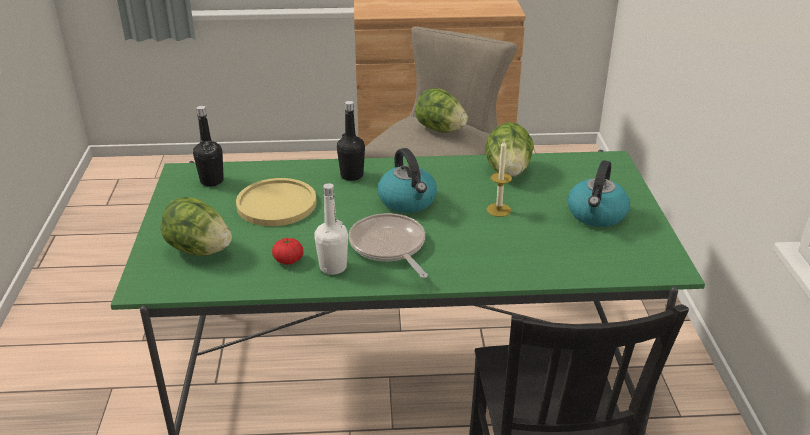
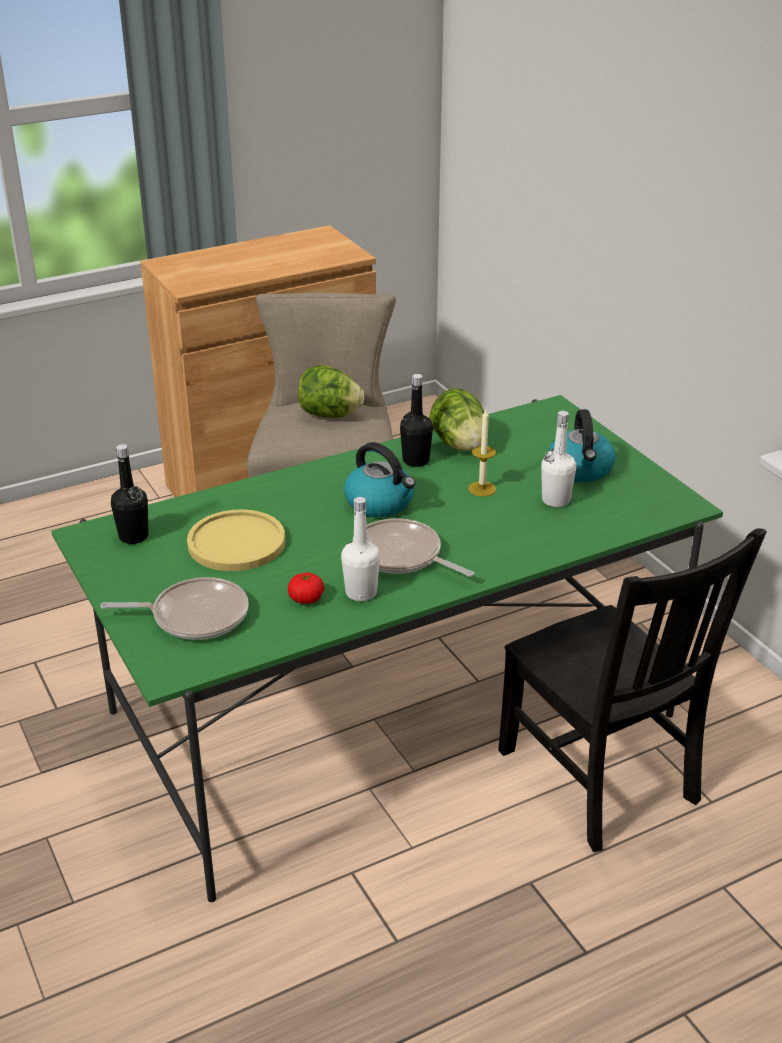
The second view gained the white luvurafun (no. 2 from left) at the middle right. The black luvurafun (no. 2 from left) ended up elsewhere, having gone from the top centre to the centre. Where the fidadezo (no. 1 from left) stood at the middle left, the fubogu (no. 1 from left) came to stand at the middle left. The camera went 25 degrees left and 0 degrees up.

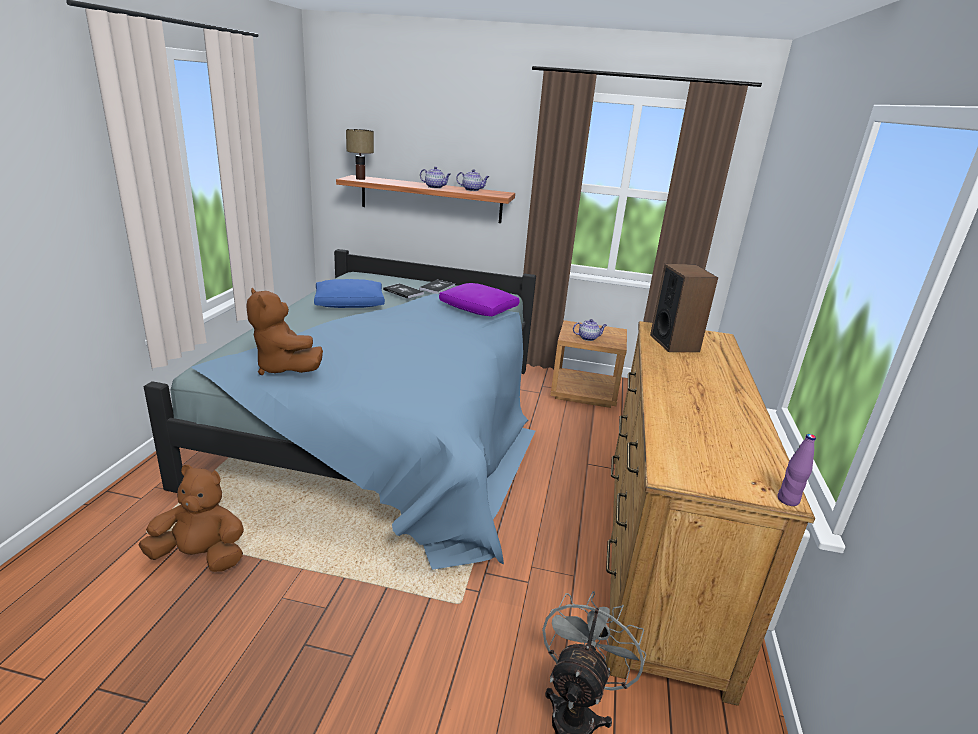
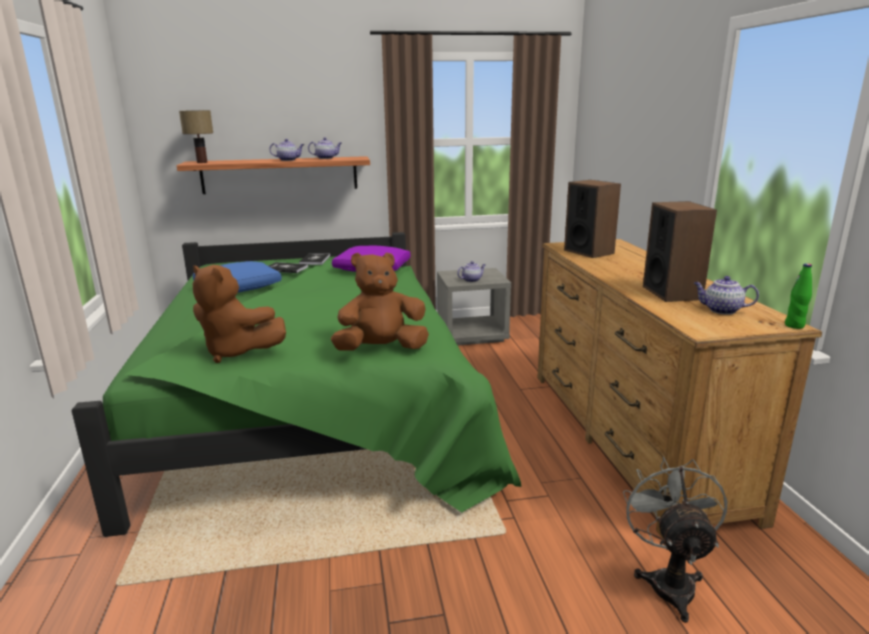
The second view gained the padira (no. 2 from left) at the middle right. The second view gained the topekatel (no. 4 from left) at the middle right. The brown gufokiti (no. 1 from left in the first image) ended up elsewhere, having gone from the bottom left to the centre. What was the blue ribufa at the centre turned into the green ribufa at the centre. What was the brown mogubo at the centre turned into the grey mogubo at the centre. What was the purple luvurafun at the middle right turned into the green luvurafun at the middle right. The camera went 20 degrees left and 5 degrees down.

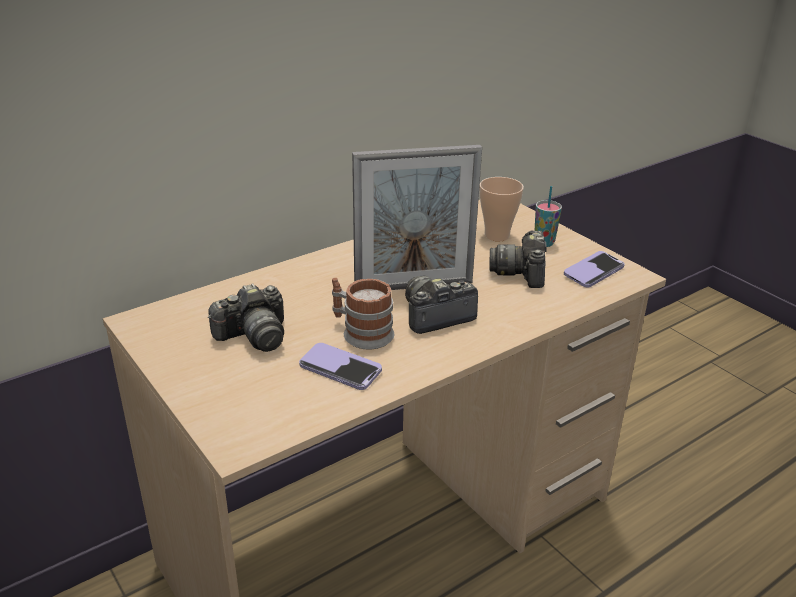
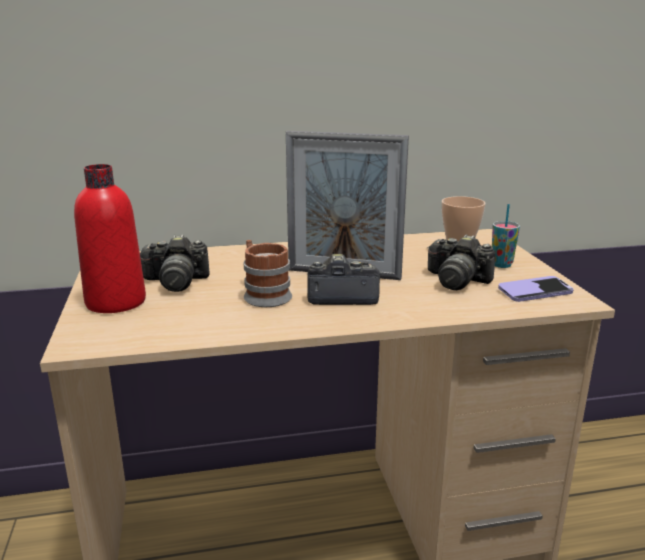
The second view lost the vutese (no. 1 from left) at the centre. The second view gained the red luvurafun at the middle left. The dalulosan (no. 3 from left) at the centre ended up facing another way, 90 degrees counterclockwise from before. The camera went 25 degrees right and 10 degrees down.

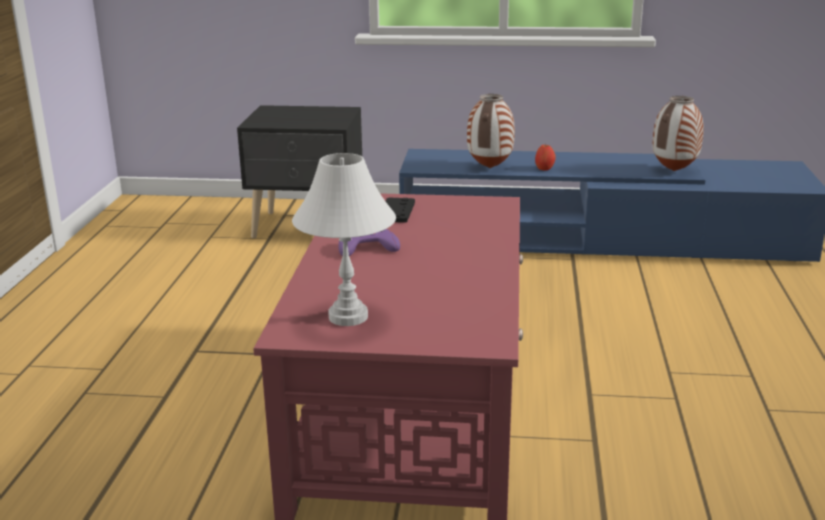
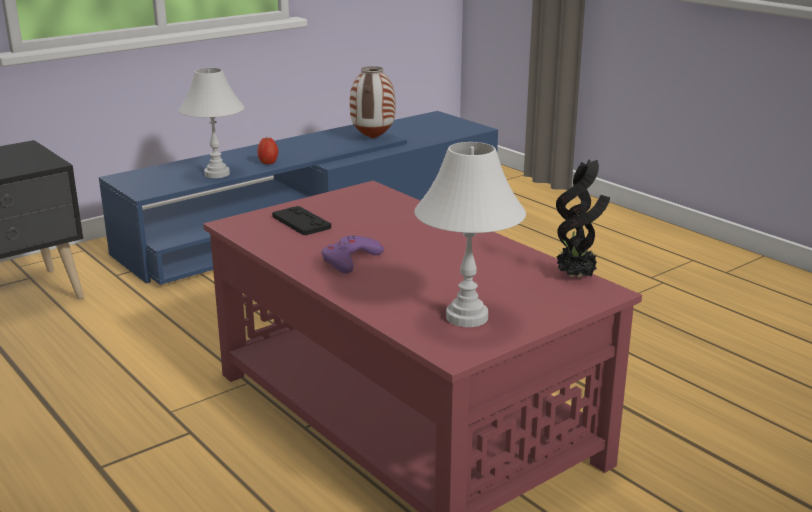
The second view gained the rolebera at the middle right. Where the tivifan (no. 1 from left) stood at the top centre, the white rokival (no. 1 from left) came to stand at the top left. The camera went 45 degrees left and 0 degrees up.

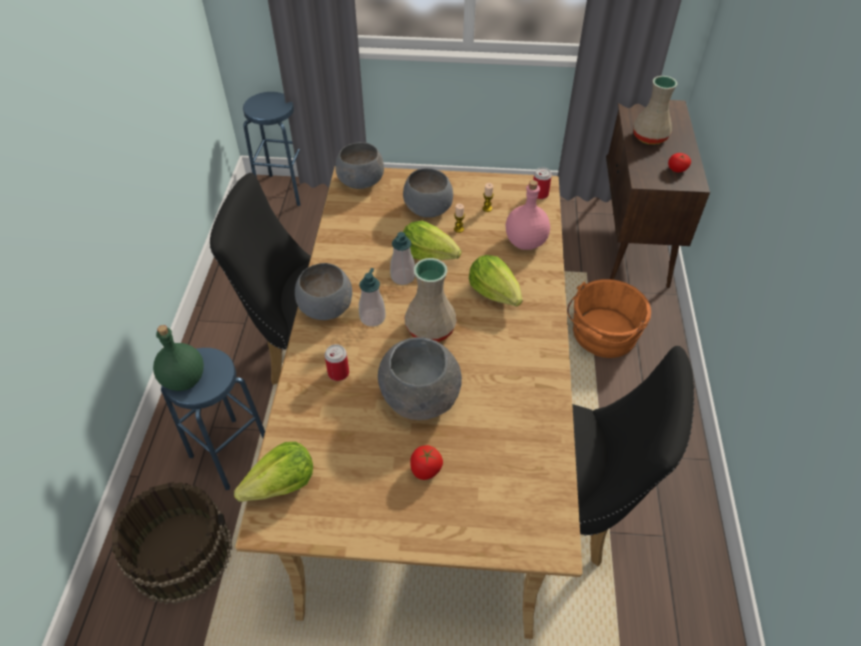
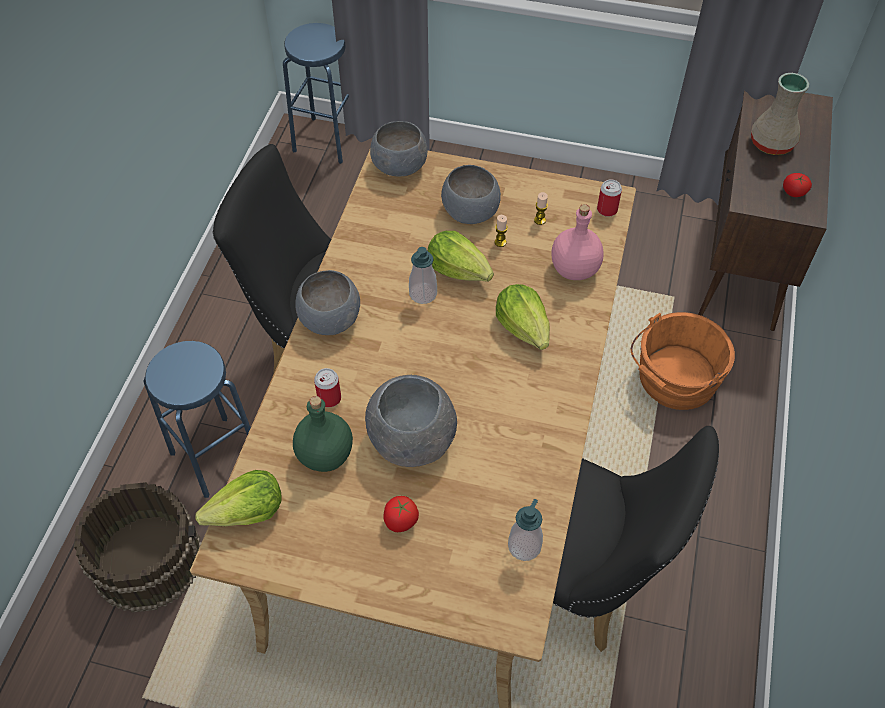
The second view lost the beige tivifan (no. 1 from left) at the centre. The green luvurafun ended up elsewhere, having gone from the middle left to the centre. The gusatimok (no. 1 from left in the first image) ended up elsewhere, having gone from the centre to the bottom centre. The camera went 10 degrees right and 5 degrees up.

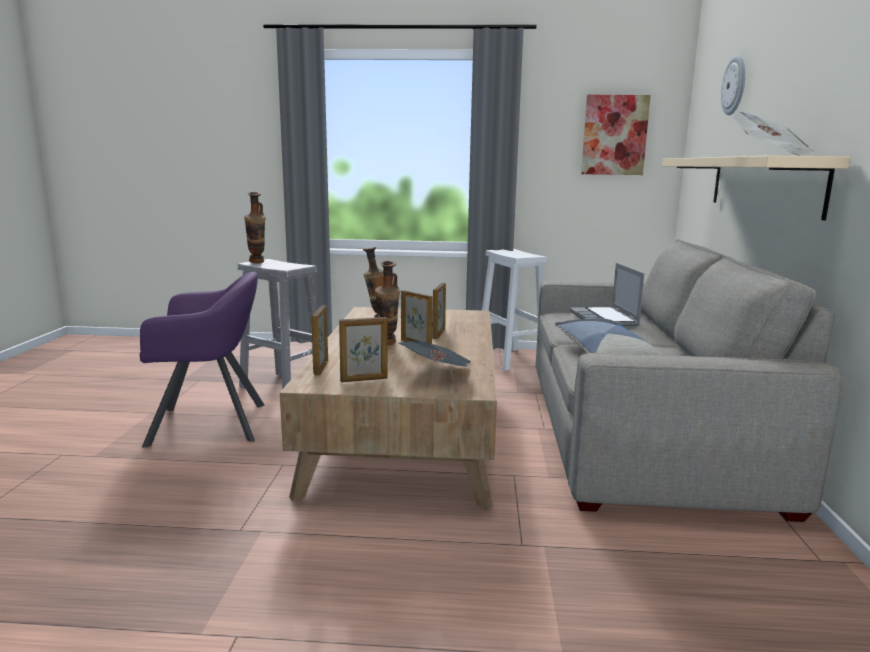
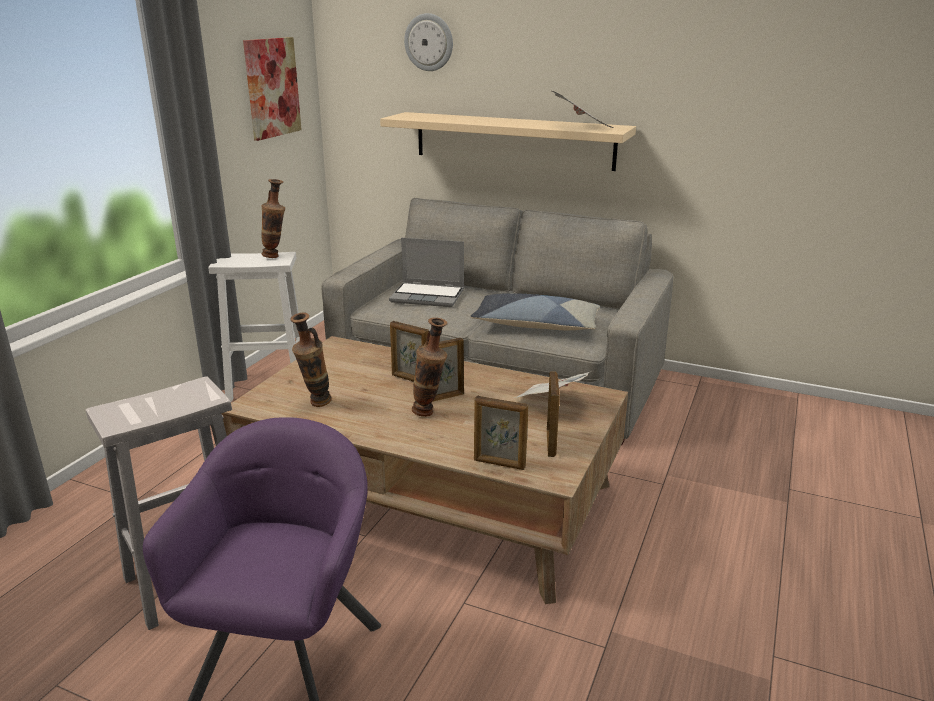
The tivifan (no. 1 from left) ended up elsewhere, having gone from the middle left to the top left. The camera went 70 degrees left and 10 degrees up.

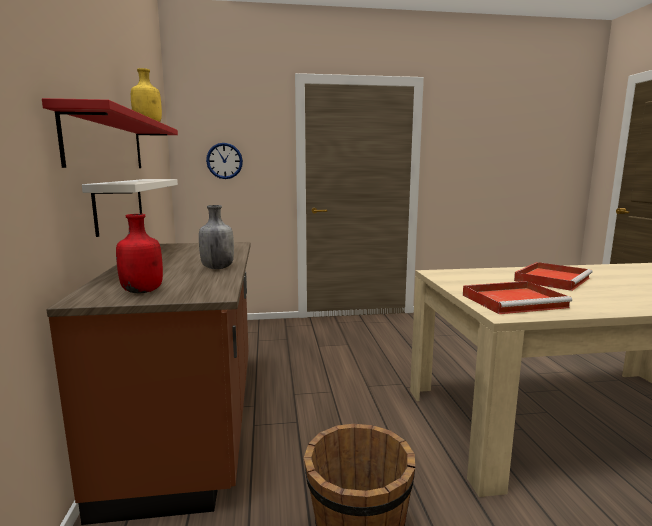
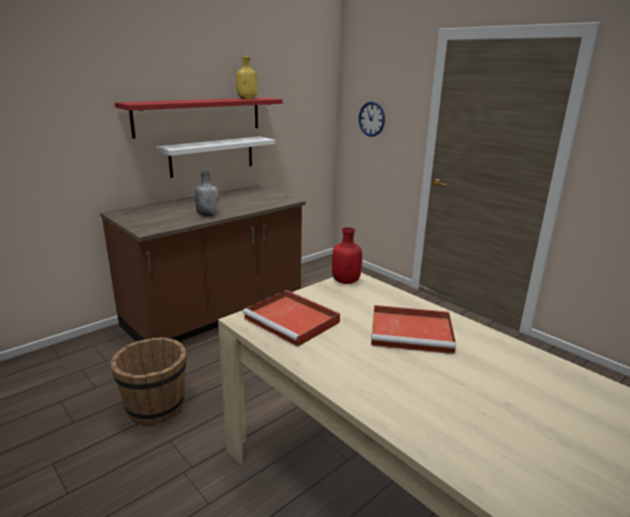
The red luvurafun ended up elsewhere, having gone from the middle left to the centre. The camera went 55 degrees right and 10 degrees up.

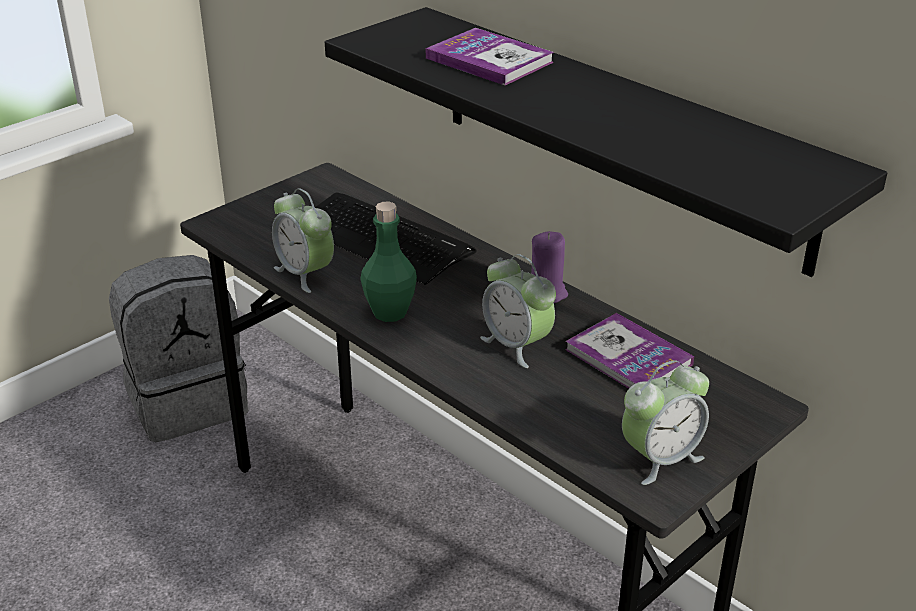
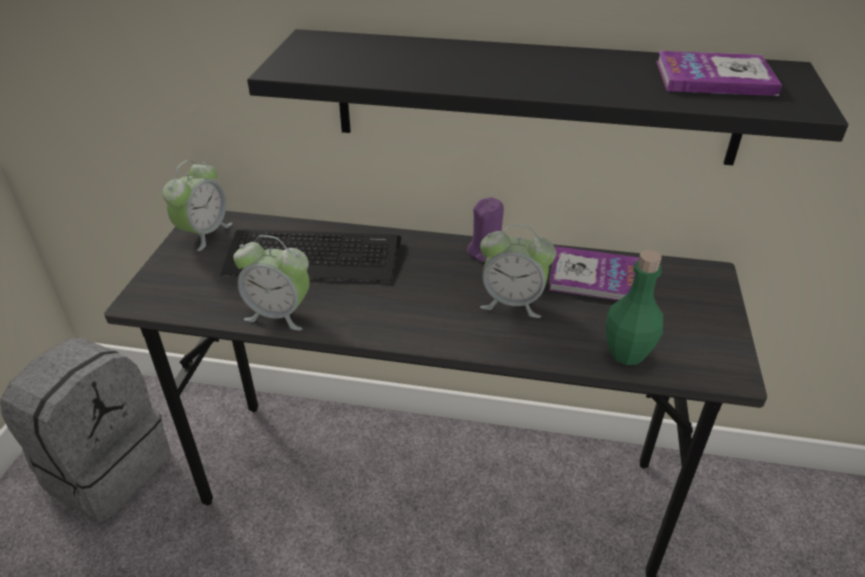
The green luvurafun ended up elsewhere, having gone from the centre to the middle right. The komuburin (no. 1 from left in the first image) ended up elsewhere, having gone from the top centre to the top right. The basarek (no. 3 from left in the first image) ended up elsewhere, having gone from the bottom right to the middle left. The camera went 35 degrees left and 5 degrees up.

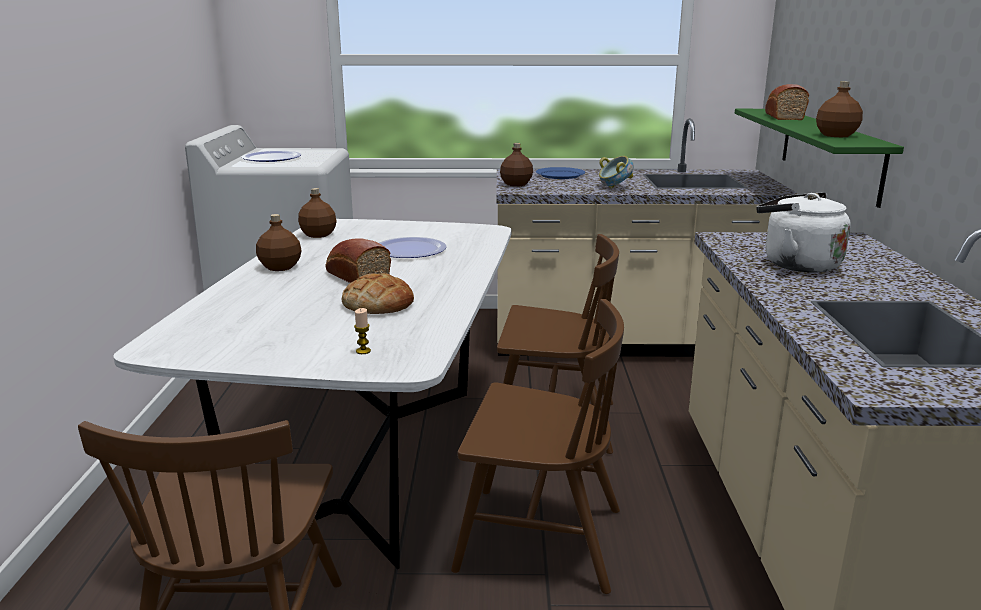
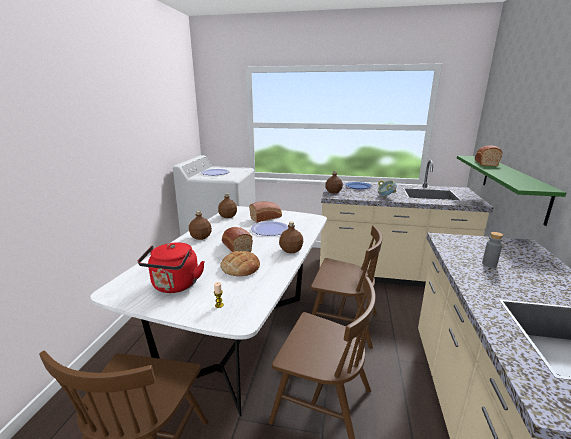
The second view gained the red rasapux at the middle left. The second view gained the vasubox (no. 3 from left) at the centre. The brown luvurafun (no. 4 from left in the first image) ended up elsewhere, having gone from the top right to the centre. Where the white rasapux stood at the middle right, the grey luvurafun came to stand at the middle right. The camera went 10 degrees right and 0 degrees up.

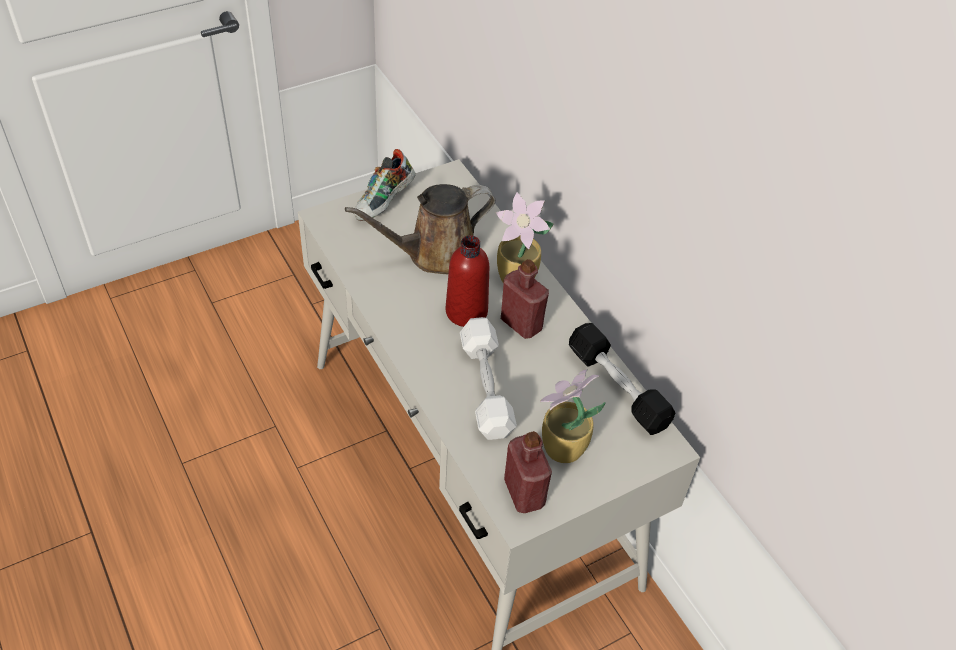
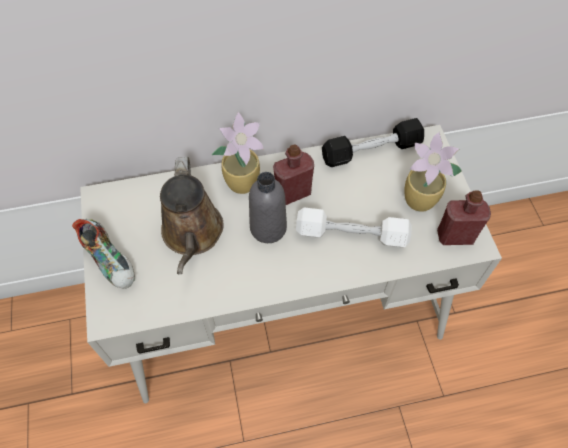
What was the red luvurafun (no. 1 from left) at the centre turned into the grey luvurafun at the centre. The camera went 70 degrees left and 10 degrees up.

